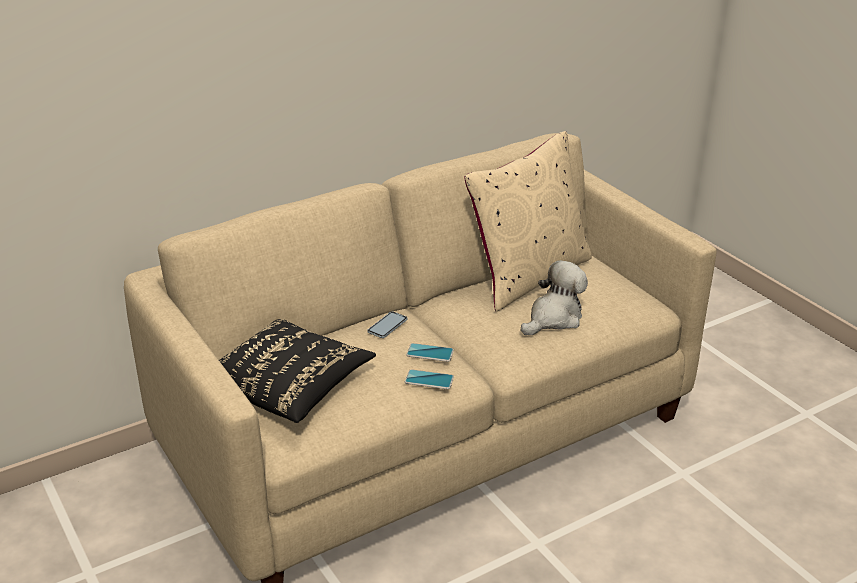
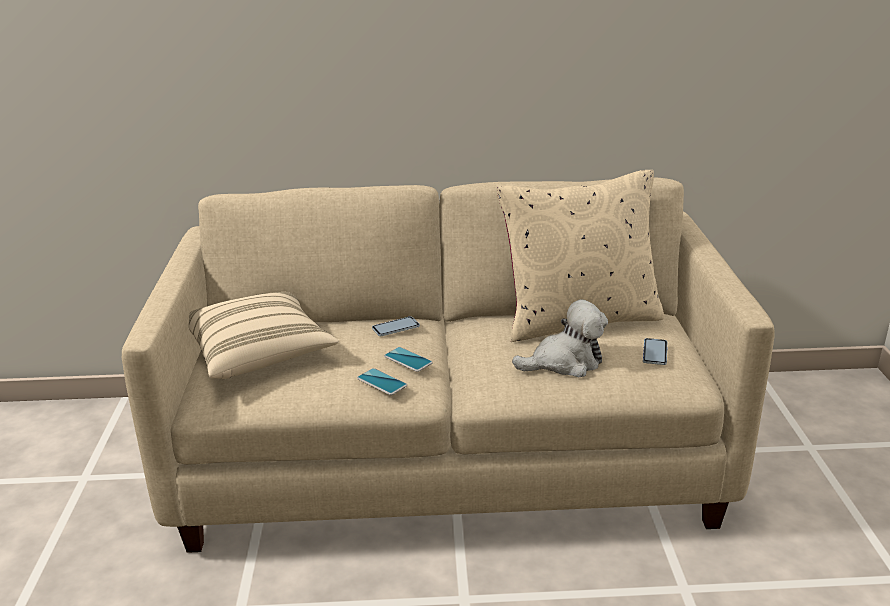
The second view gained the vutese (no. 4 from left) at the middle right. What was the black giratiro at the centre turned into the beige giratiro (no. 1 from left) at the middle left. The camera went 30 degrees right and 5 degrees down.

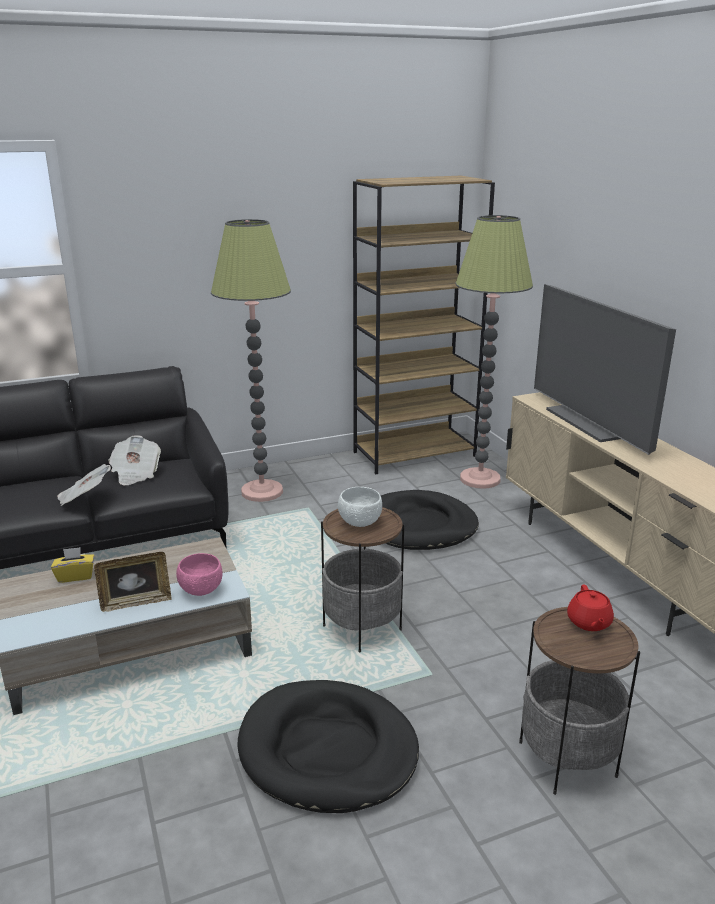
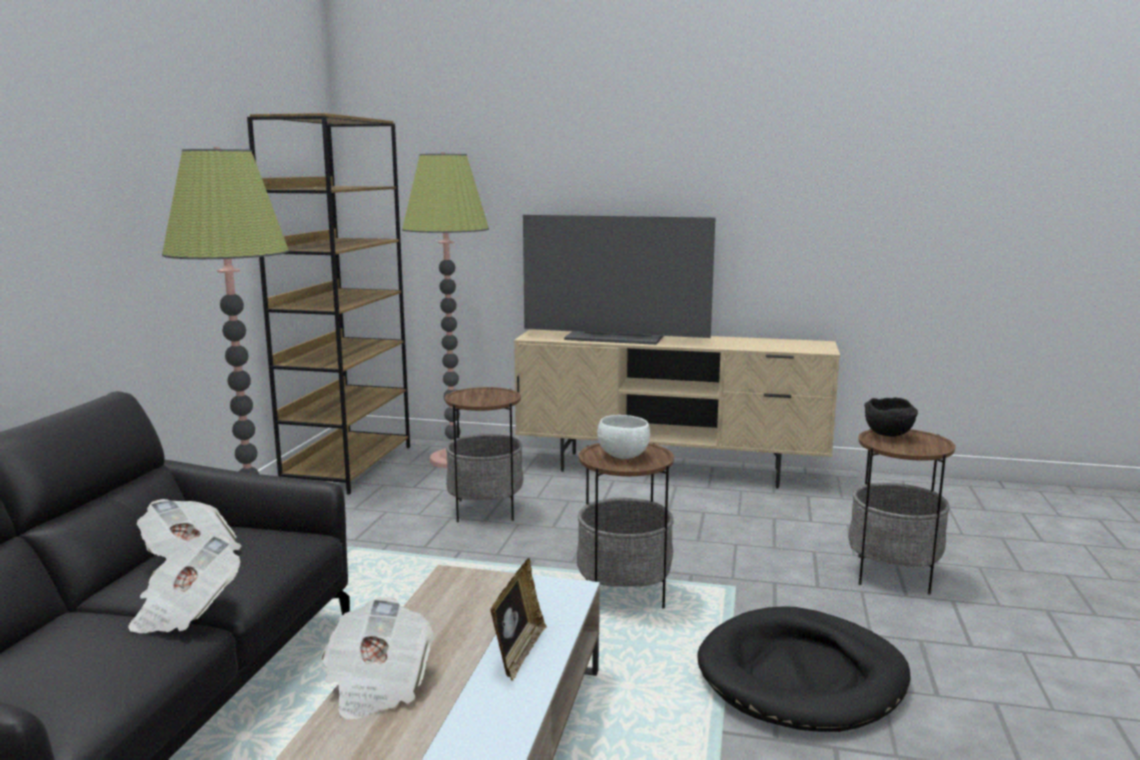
The second view lost the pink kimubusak at the middle left. Where the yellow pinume stood at the middle left, the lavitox (no. 3 from left) came to stand at the bottom left. Where the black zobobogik (no. 2 from left) stood at the centre, the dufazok (no. 1 from left) came to stand at the centre. Where the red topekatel stood at the bottom right, the black kimubusak came to stand at the middle right. The camera went 55 degrees left and 10 degrees down.

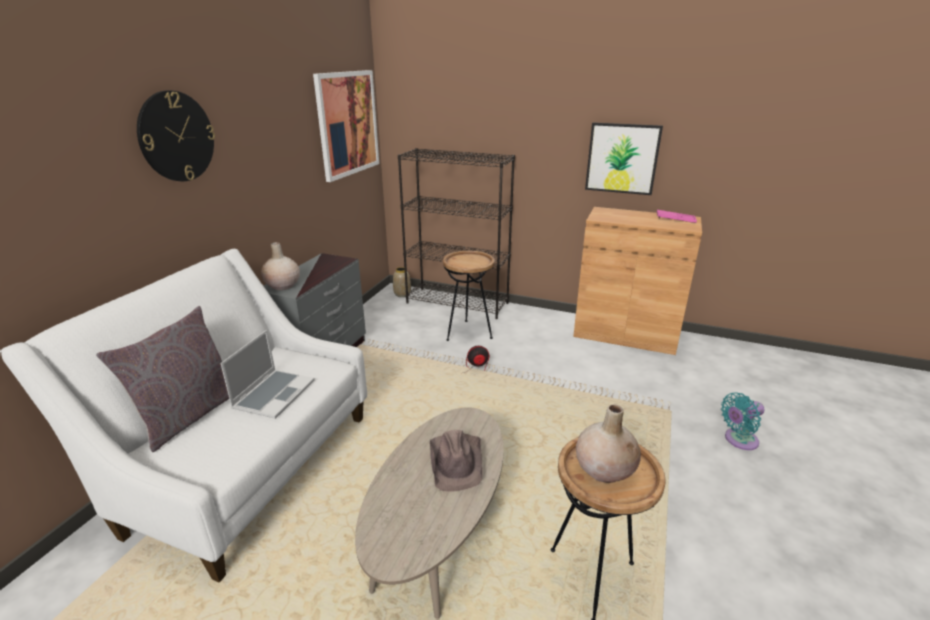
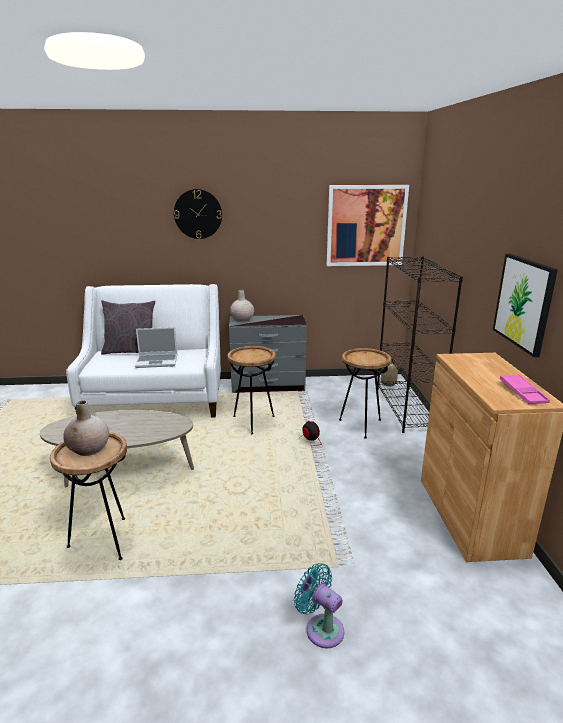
The second view lost the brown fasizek at the bottom centre. The second view gained the brown dufazok (no. 2 from left) at the centre. The camera went 65 degrees right and 5 degrees down.

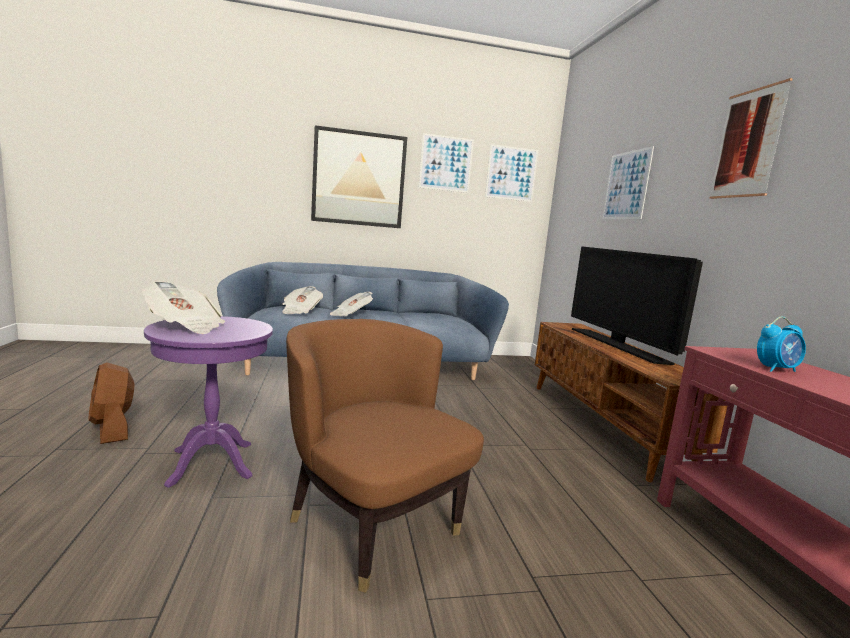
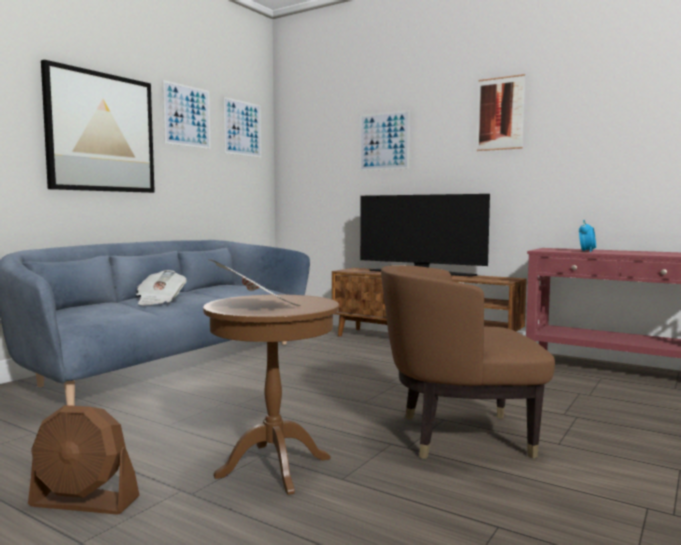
The second view lost the lavitox (no. 2 from left) at the centre. What was the purple dufazok at the middle left turned into the brown dufazok at the bottom centre. The camera went 45 degrees left and 5 degrees down.

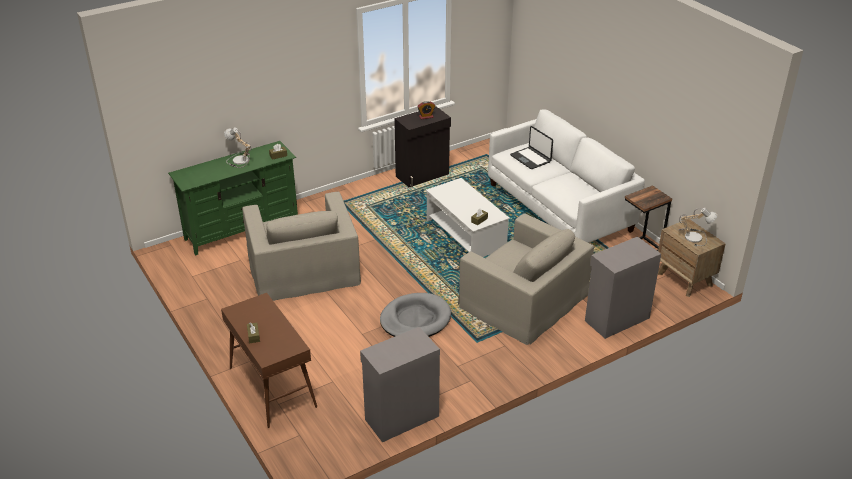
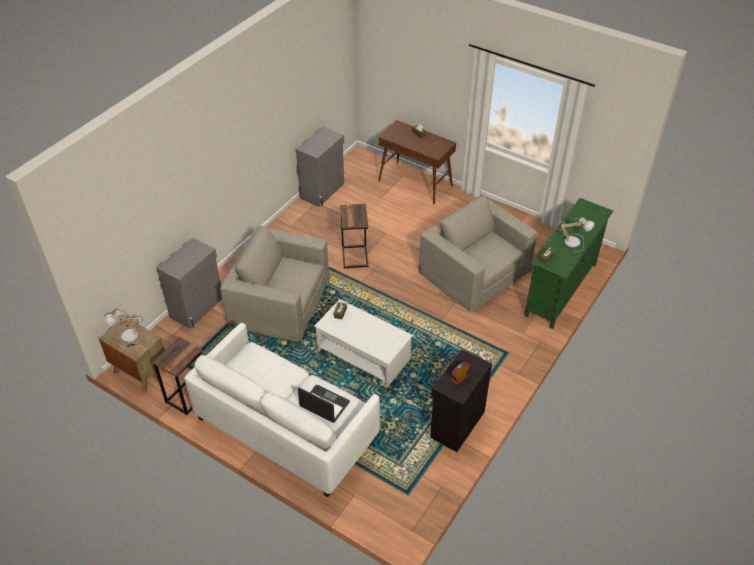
Where the grey zobobogik stood at the centre, the dufazok (no. 2 from left) came to stand at the centre. The camera went 155 degrees right and 10 degrees up.

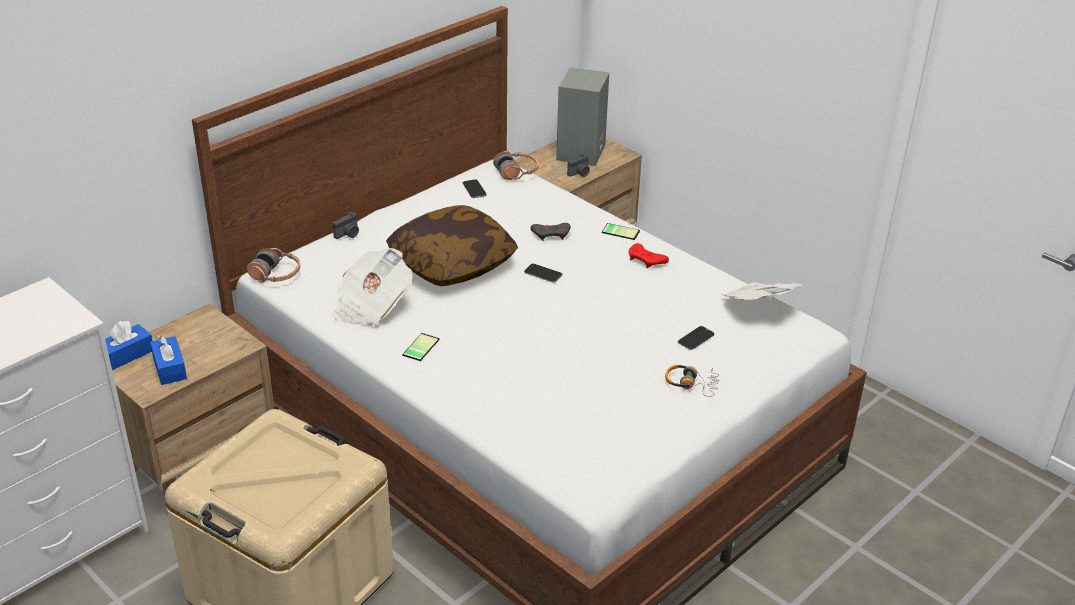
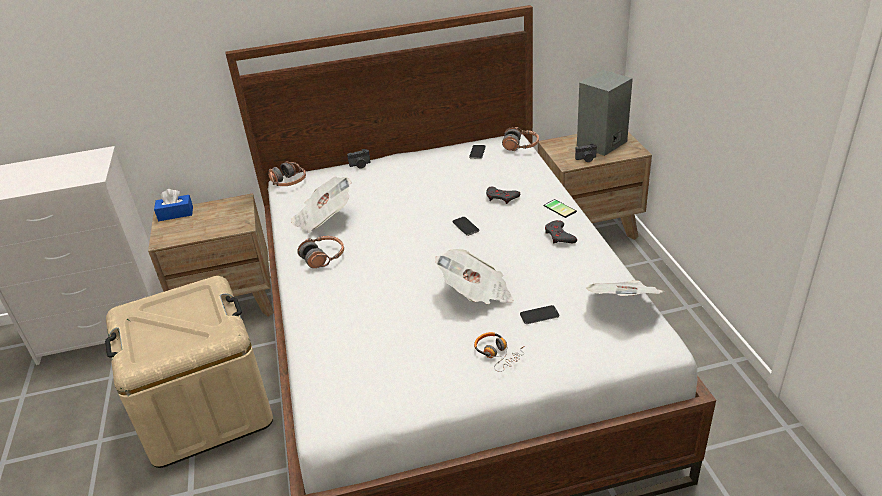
The second view lost the blue pinume (no. 2 from left) at the middle left. The second view lost the giratiro at the centre. The second view gained the lavitox (no. 2 from left) at the centre. Where the vutese (no. 1 from left) stood at the centre, the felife (no. 2 from left) came to stand at the centre. What was the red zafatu at the centre turned into the grey zafatu (no. 2 from left) at the centre. The camera went 35 degrees right and 0 degrees up.

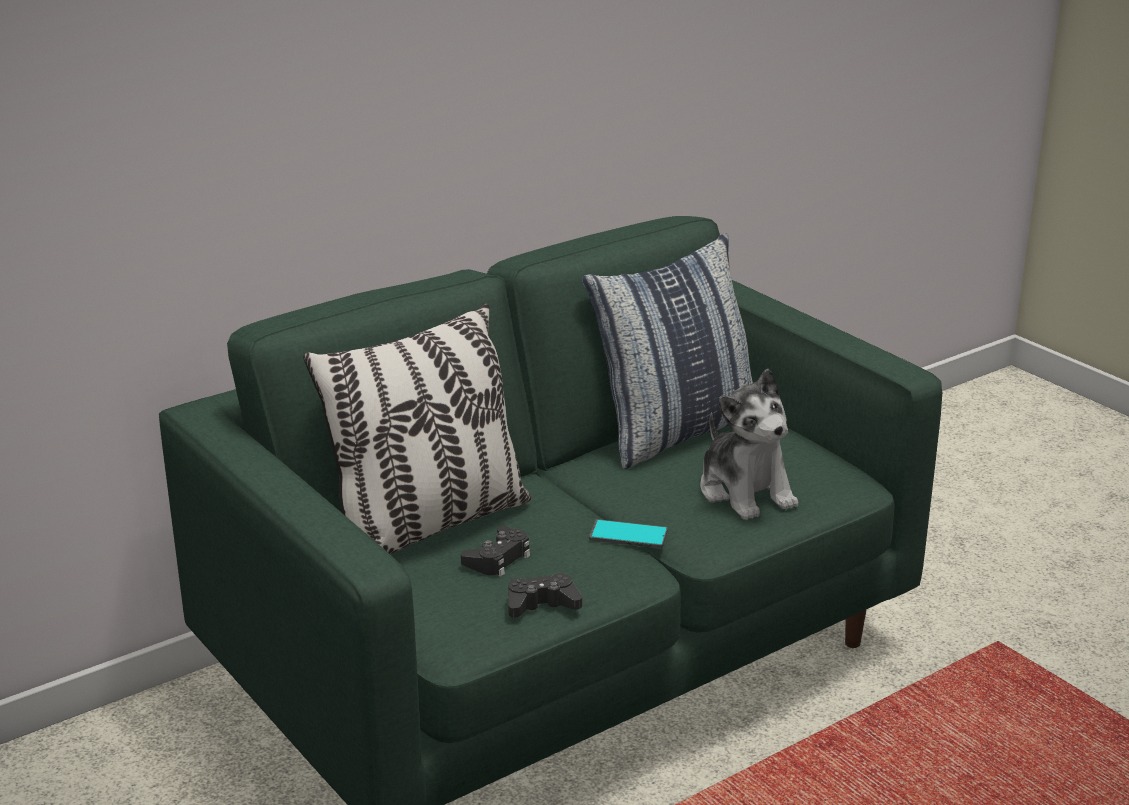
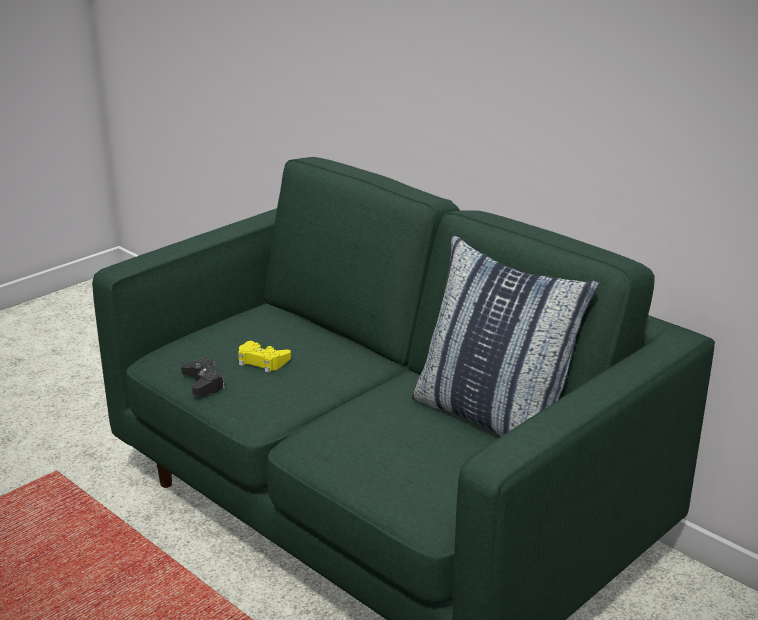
The second view lost the giratiro (no. 1 from left) at the centre. The second view lost the vutese at the centre. The second view lost the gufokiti at the centre. What was the black zafatu (no. 1 from left) at the bottom centre turned into the yellow zafatu at the centre. The camera went 80 degrees right and 0 degrees up.

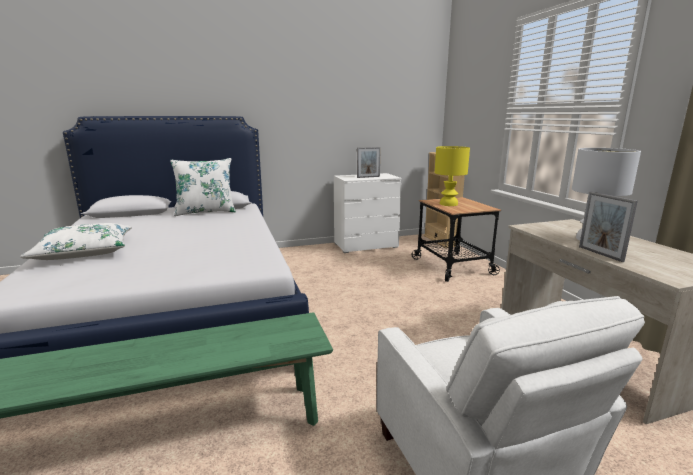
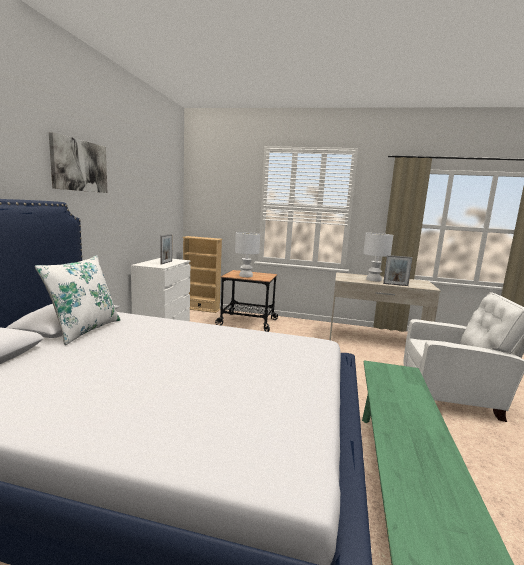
The second view lost the white giratiro (no. 1 from left) at the middle left. The second view gained the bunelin at the top left. What was the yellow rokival at the centre turned into the white rokival (no. 1 from left) at the centre. The camera went 60 degrees left and 5 degrees down.

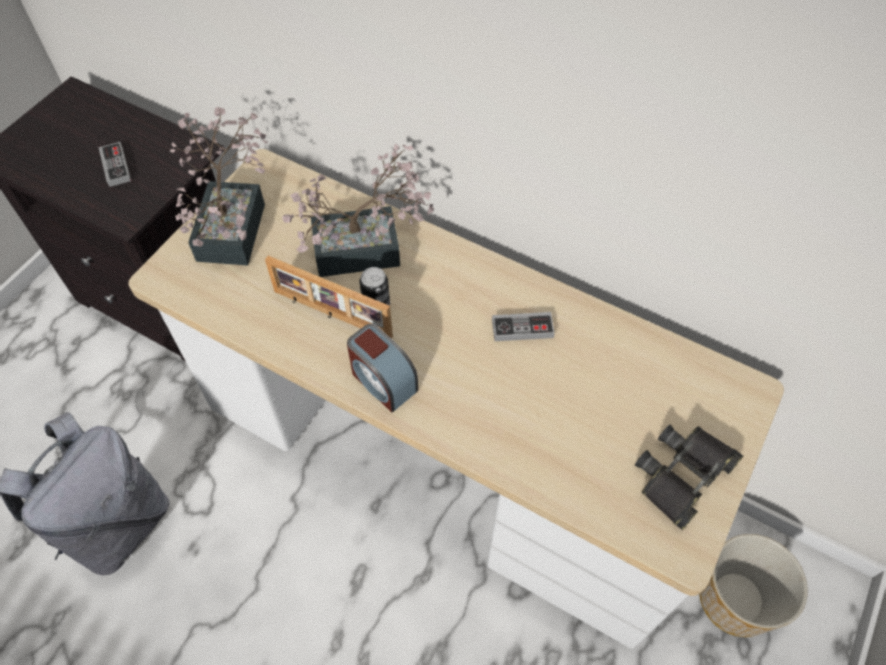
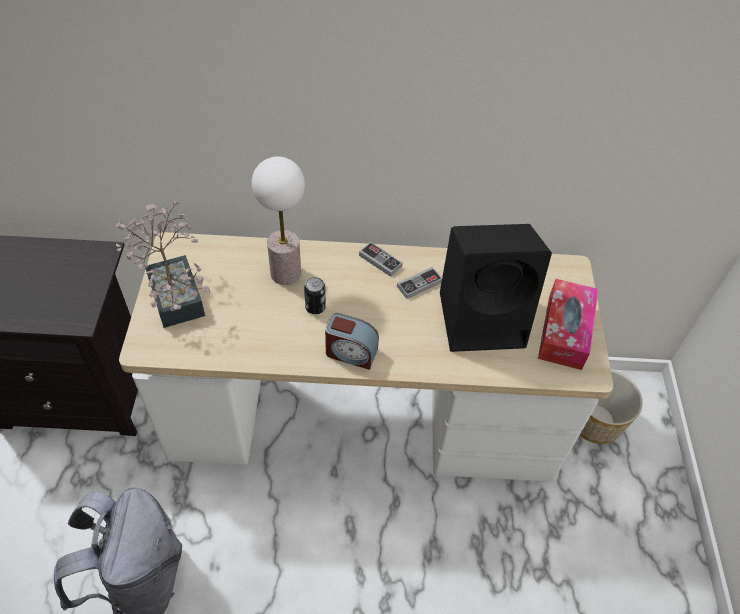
The second view lost the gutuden at the centre. The second view gained the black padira at the middle right. The zafatu (no. 1 from left) ended up elsewhere, having gone from the top left to the centre. Where the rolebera (no. 2 from left) stood at the top centre, the rokival came to stand at the centre. Where the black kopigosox stood at the bottom right, the pinume came to stand at the middle right. The camera went 30 degrees left and 5 degrees down.

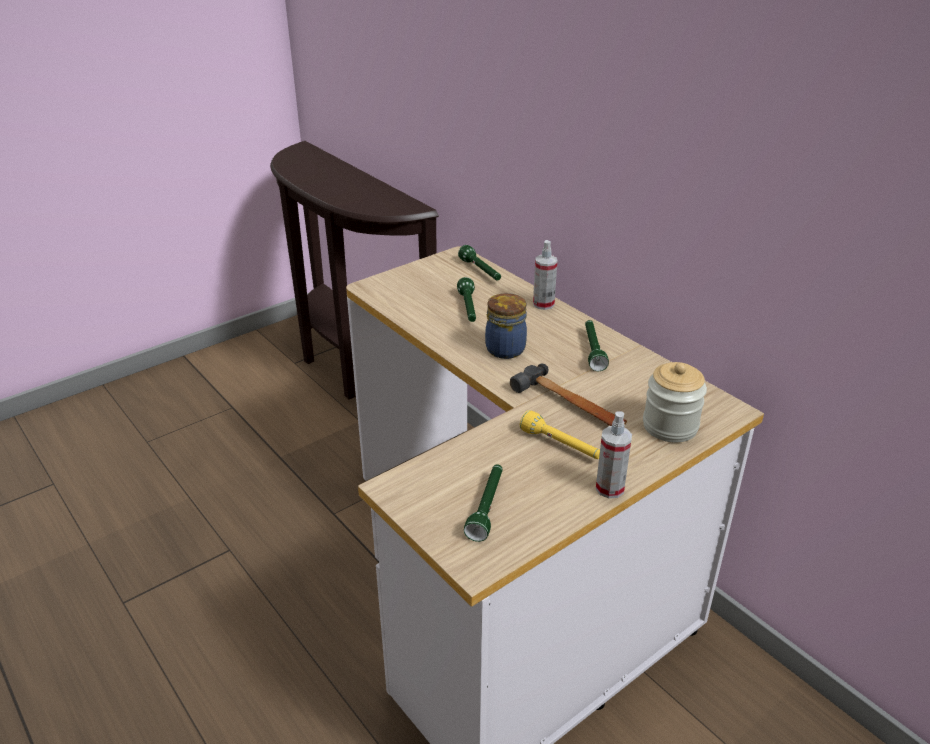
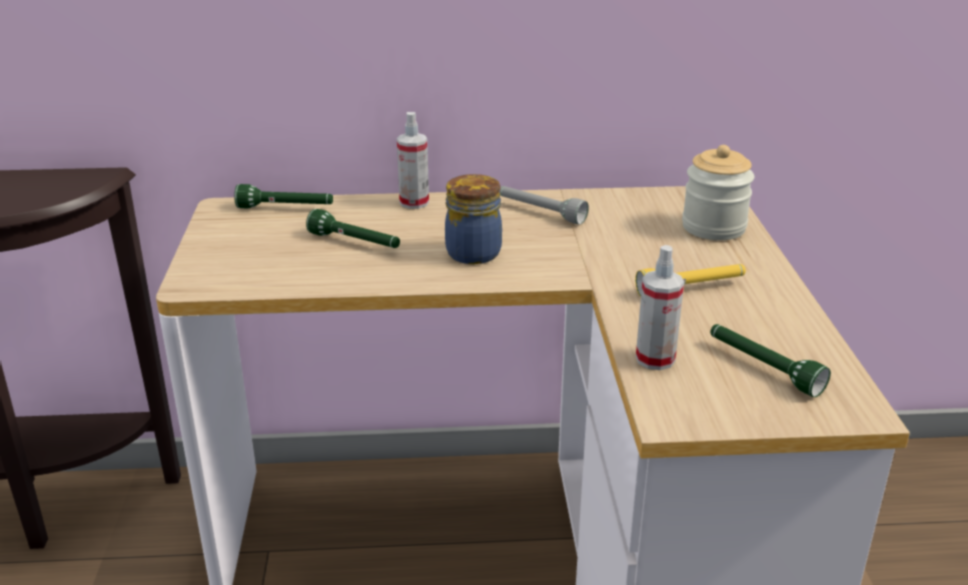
The second view lost the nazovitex at the centre. The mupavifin (no. 2 from left) ended up elsewhere, having gone from the centre to the middle right. What was the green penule (no. 4 from left) at the centre turned into the grey penule at the centre. The camera went 55 degrees left and 5 degrees down.

